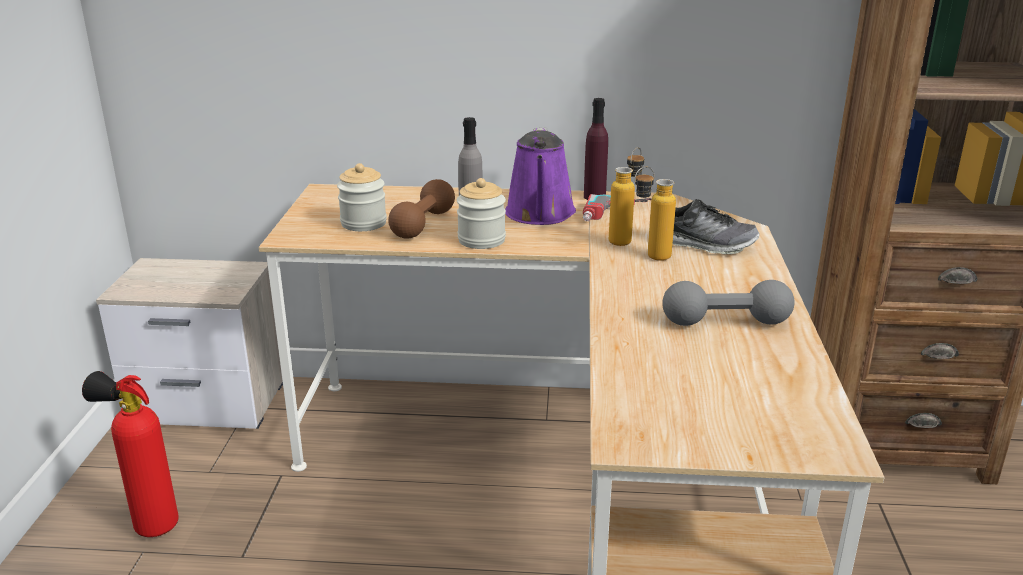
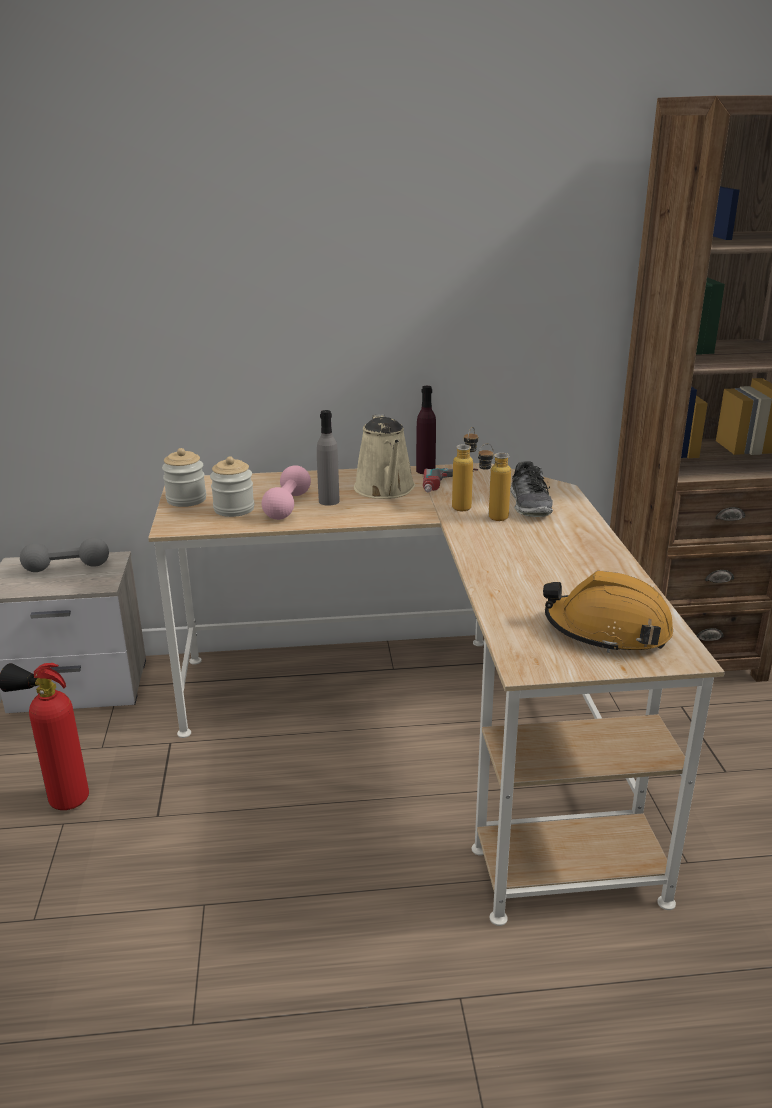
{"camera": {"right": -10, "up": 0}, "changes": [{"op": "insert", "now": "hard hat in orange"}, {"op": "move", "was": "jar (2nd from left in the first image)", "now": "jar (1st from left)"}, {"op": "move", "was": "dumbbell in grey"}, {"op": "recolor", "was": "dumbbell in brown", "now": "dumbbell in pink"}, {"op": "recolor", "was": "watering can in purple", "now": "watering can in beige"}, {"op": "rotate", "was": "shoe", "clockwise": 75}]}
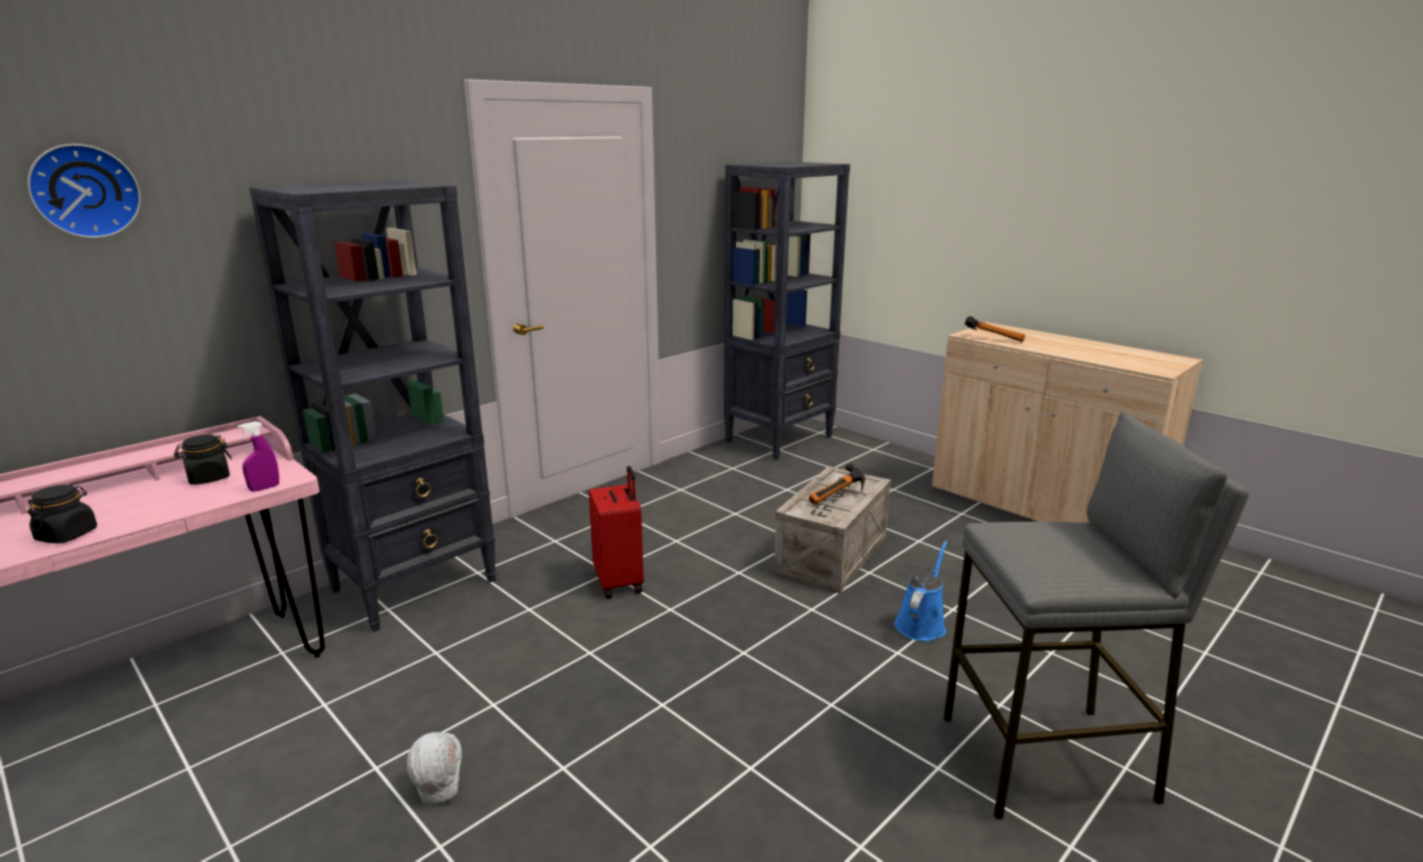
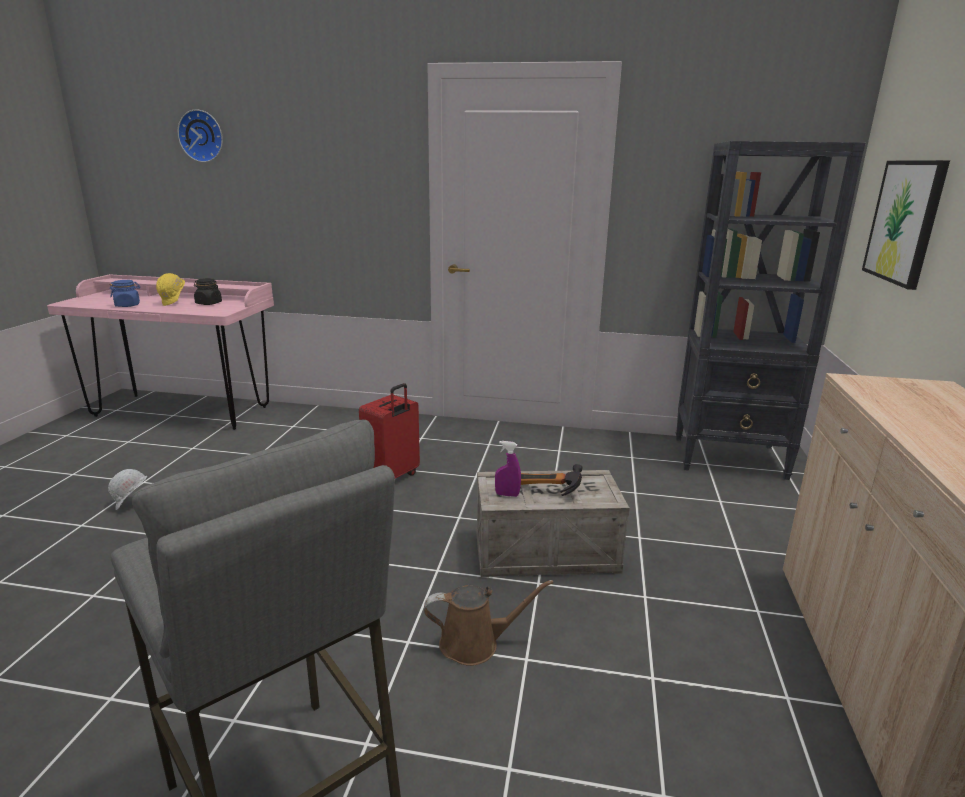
{"camera": {"right": 55, "up": 0}, "changes": [{"op": "delete", "was": "bookcase in black (1st from left)"}, {"op": "delete", "was": "hammer (2nd from left)"}, {"op": "insert", "now": "hard hat in yellow"}, {"op": "insert", "now": "picture"}, {"op": "move", "was": "spray bottle in purple"}, {"op": "recolor", "was": "jar in black (1st from left)", "now": "jar in blue"}, {"op": "recolor", "was": "watering can in blue", "now": "watering can in brown"}]}
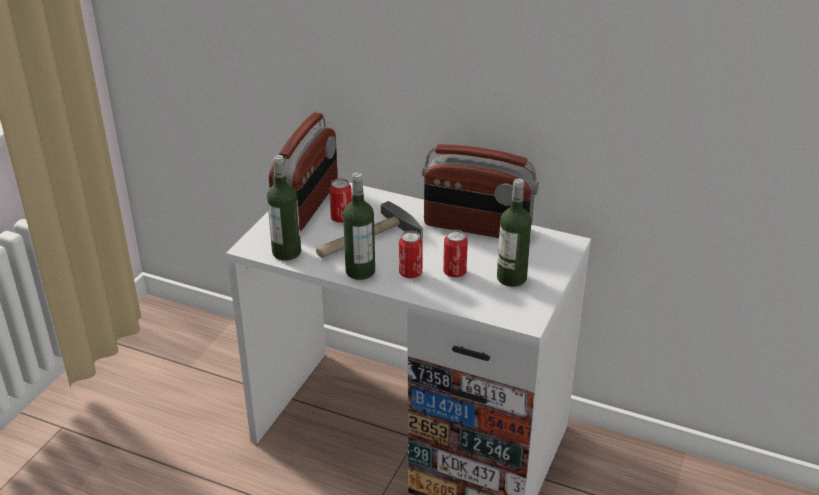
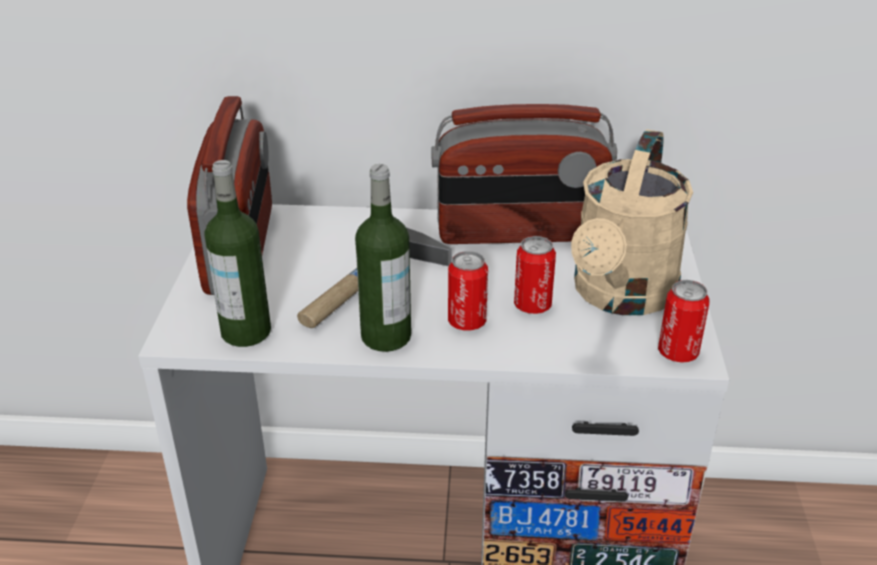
{"camera": {"right": -20, "up": 0}, "changes": [{"op": "move", "was": "can (1st from left in the first image)", "now": "can (3rd from left)"}, {"op": "replace", "was": "bottle (3rd from left)", "now": "watering can in beige"}]}
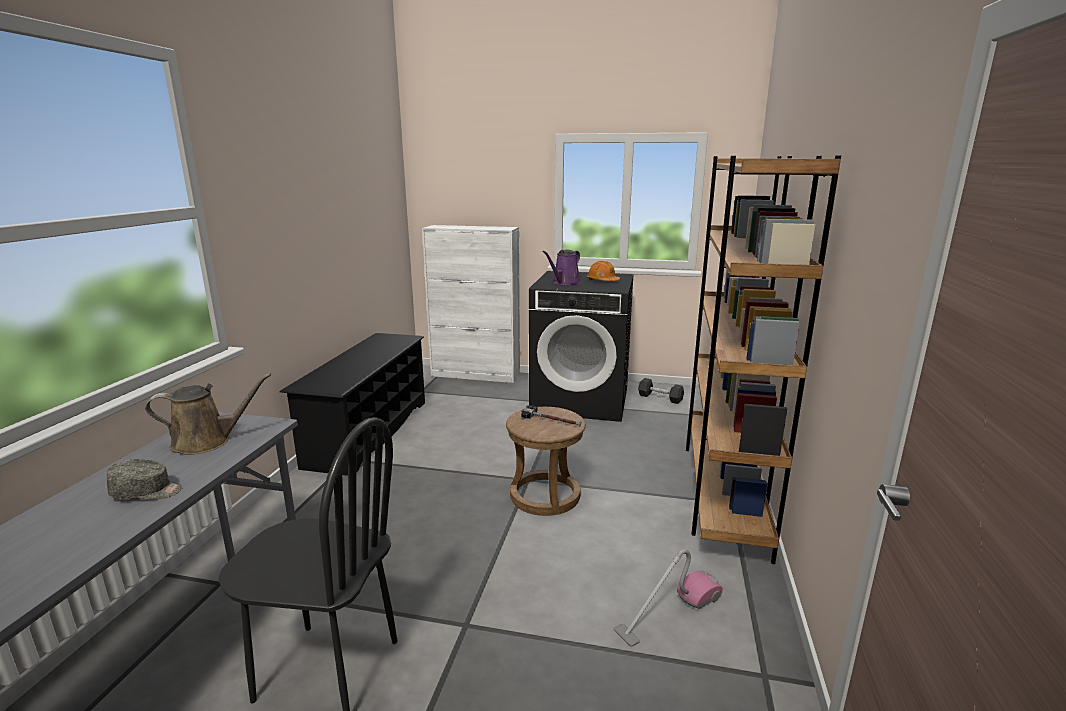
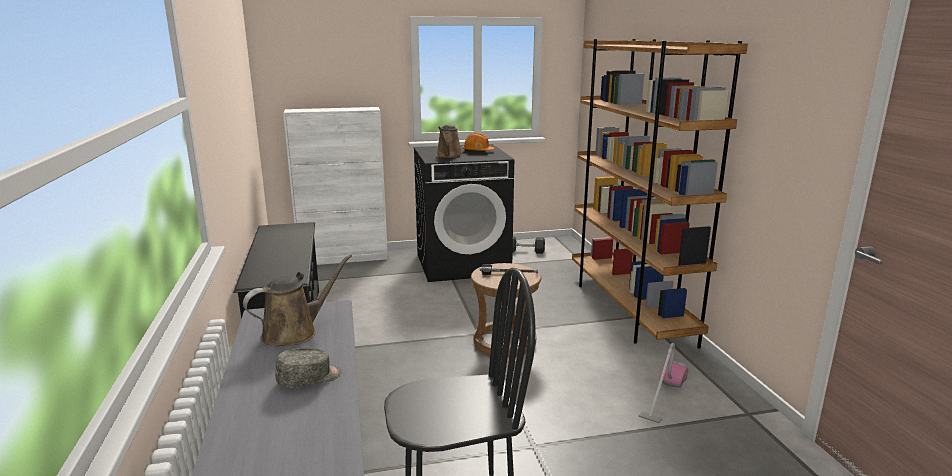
{"camera": {"right": -25, "up": 0}, "changes": [{"op": "recolor", "was": "watering can in purple", "now": "watering can in brown (2nd from left)"}]}
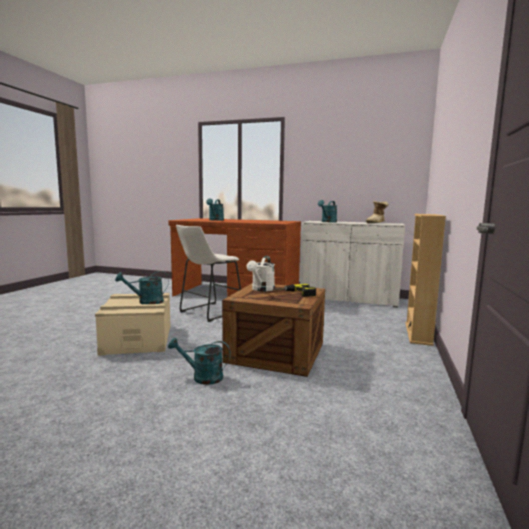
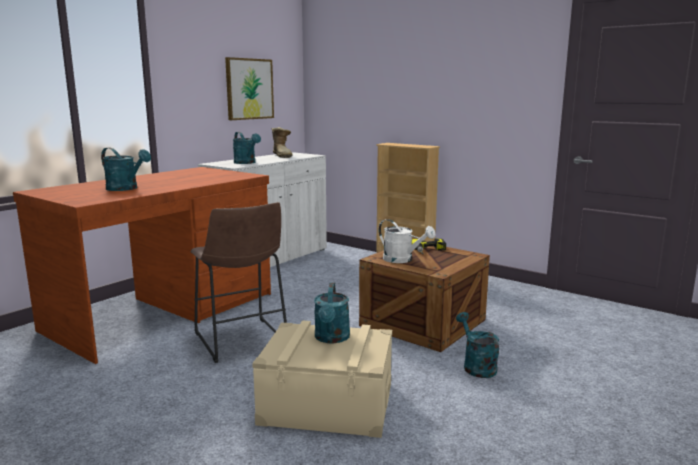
{"camera": {"right": -70, "up": 5}, "changes": [{"op": "insert", "now": "picture"}, {"op": "recolor", "was": "stool in white", "now": "stool in brown"}, {"op": "rotate", "was": "watering can in turquoise (2nd from left in the first image)", "clockwise": 135}]}
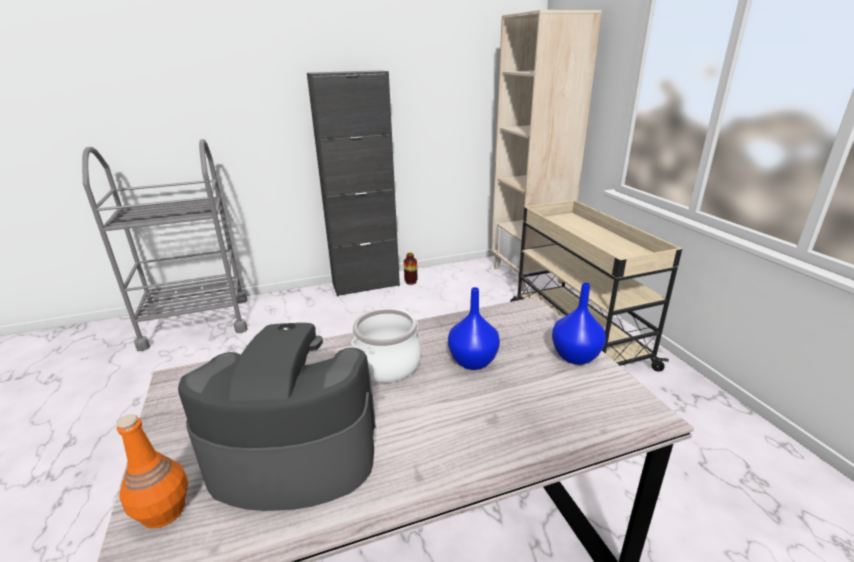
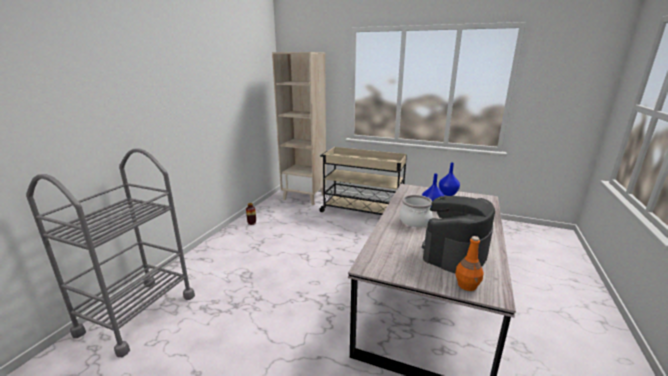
{"camera": {"right": -50, "up": -5}, "changes": [{"op": "delete", "was": "cabinet in black"}]}
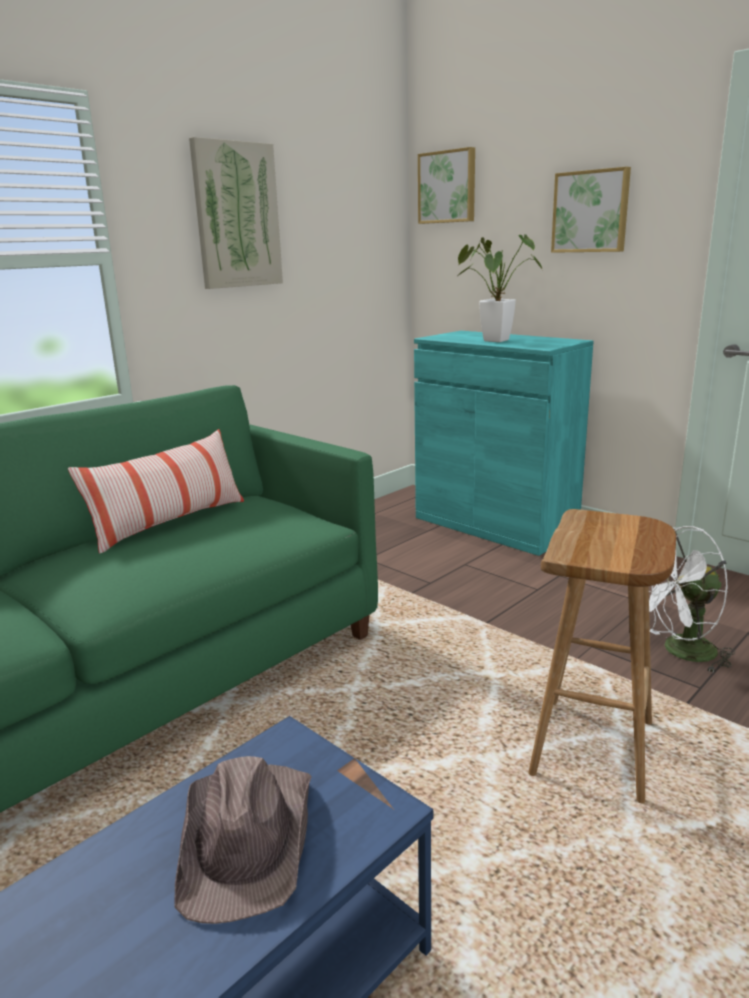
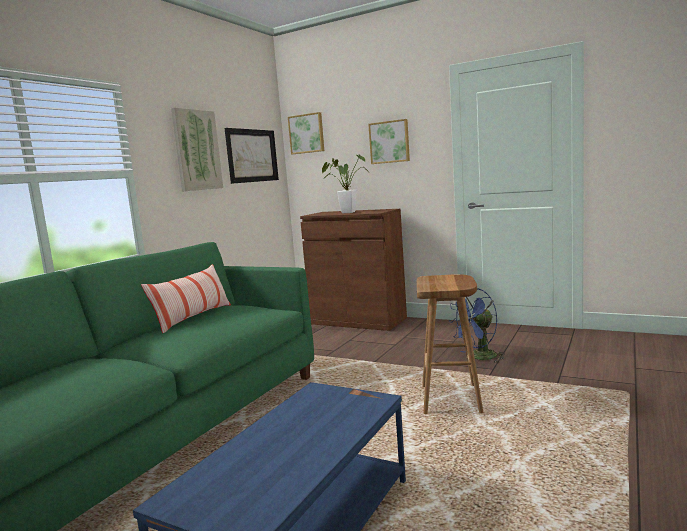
{"camera": {"right": -15, "up": -10}, "changes": [{"op": "delete", "was": "hat in brown"}, {"op": "insert", "now": "picture (2nd from left)"}, {"op": "recolor", "was": "cabinet in turquoise", "now": "cabinet in brown"}, {"op": "recolor", "was": "fan in white", "now": "fan in blue"}]}
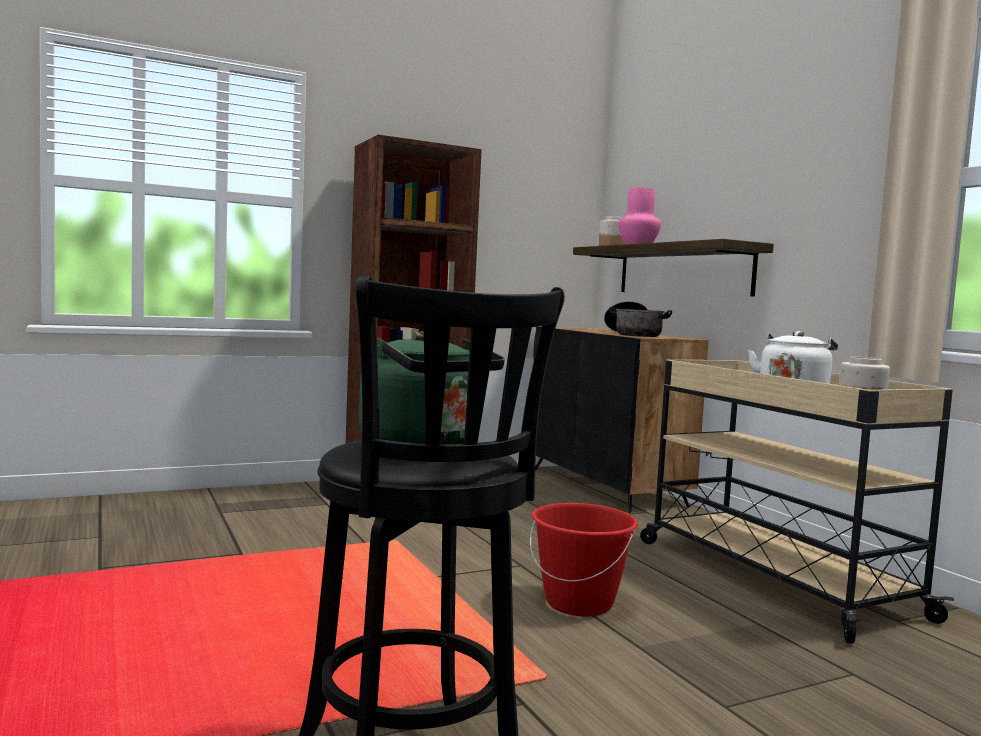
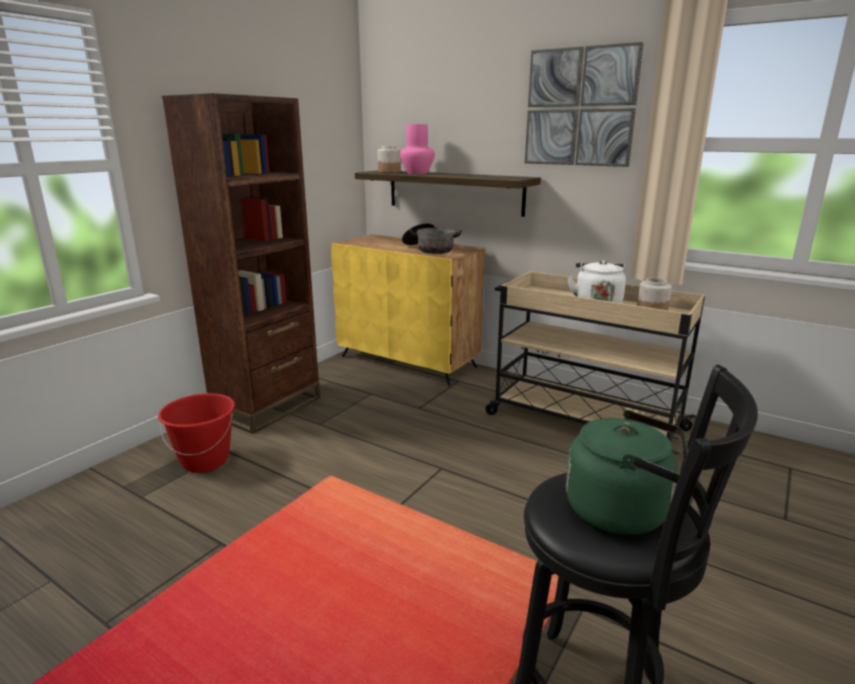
{"camera": {"right": -30, "up": 15}, "changes": [{"op": "insert", "now": "picture"}, {"op": "move", "was": "bucket in red"}, {"op": "recolor", "was": "cabinet in black", "now": "cabinet in yellow"}]}
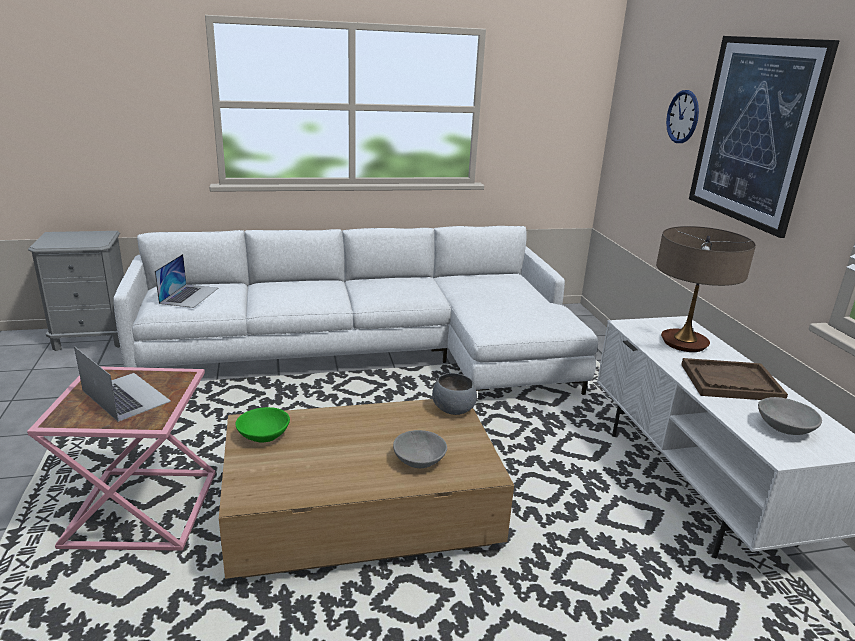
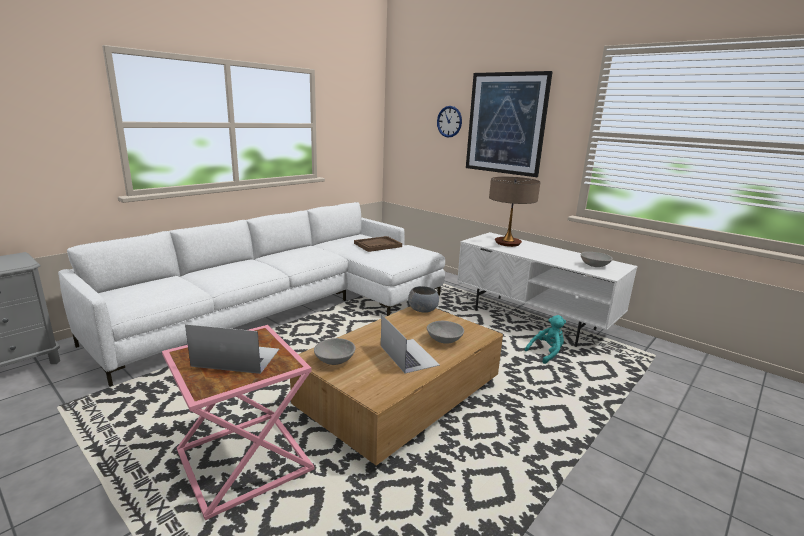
{"camera": {"right": -35, "up": -5}, "changes": [{"op": "insert", "now": "plush toy in turquoise"}, {"op": "move", "was": "laptop (2nd from left)"}, {"op": "move", "was": "tray in brown"}, {"op": "recolor", "was": "bowl in green", "now": "bowl in grey (1st from left)"}]}
